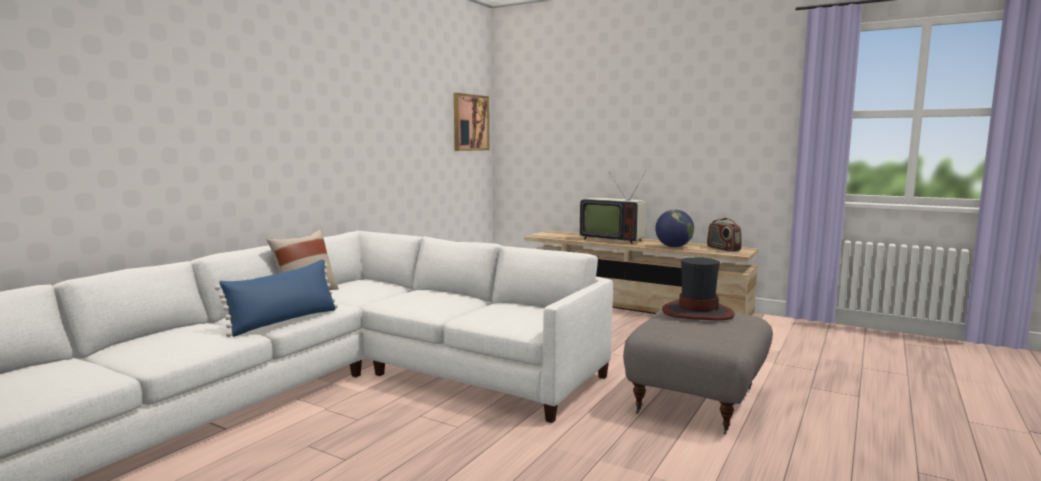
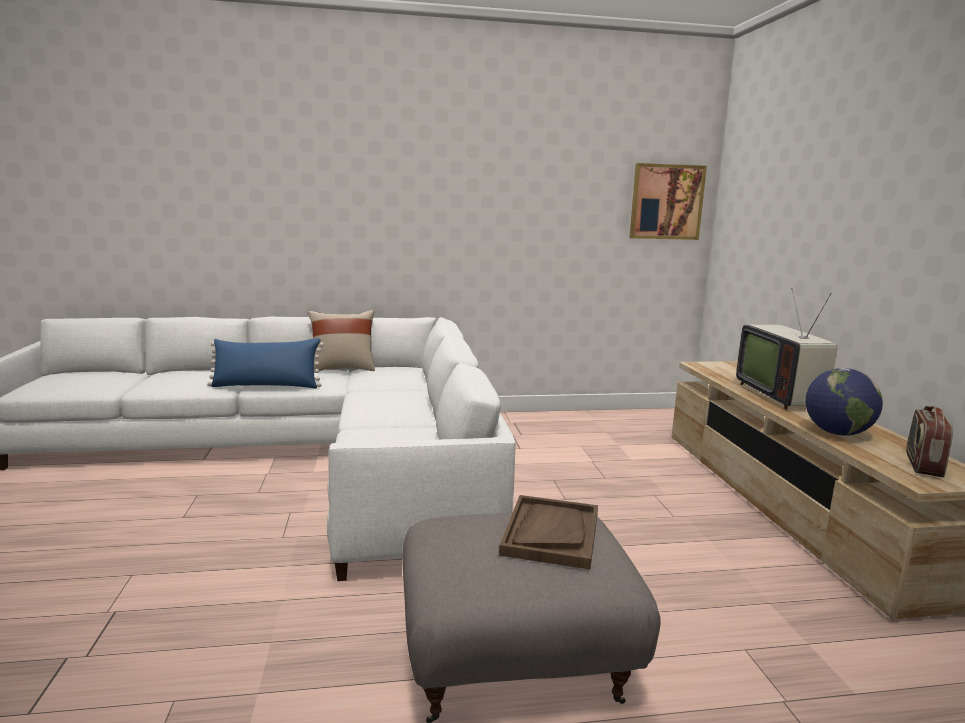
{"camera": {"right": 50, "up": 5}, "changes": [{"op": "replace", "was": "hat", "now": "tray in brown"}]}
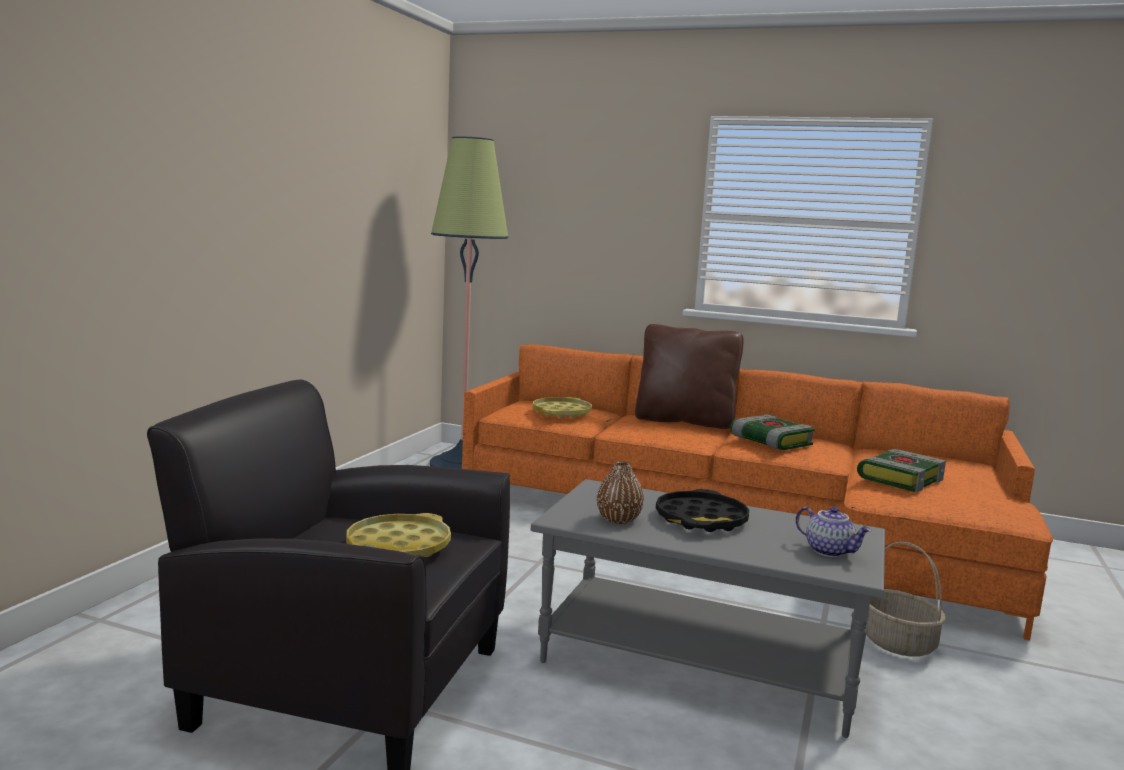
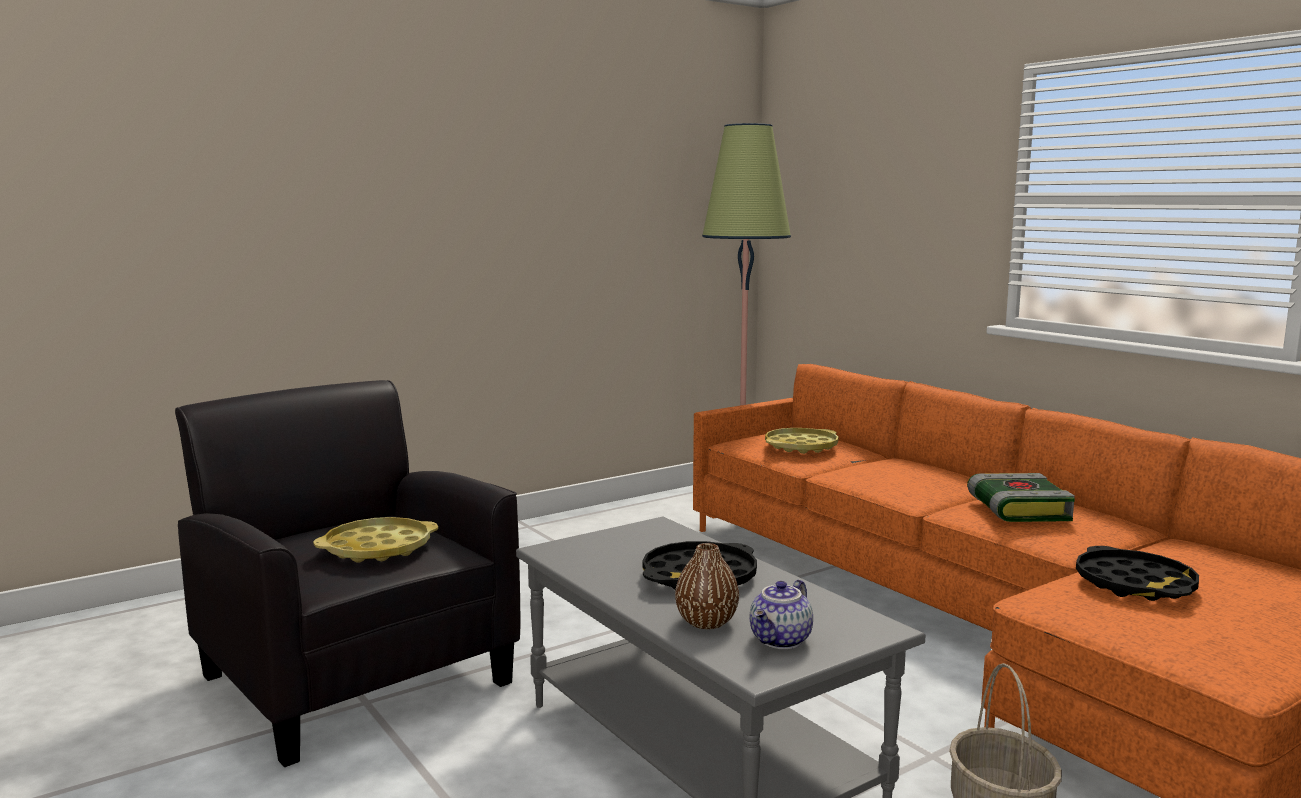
{"camera": {"right": 35, "up": 0}, "changes": [{"op": "delete", "was": "pillow in brown"}, {"op": "move", "was": "vase in brown"}, {"op": "replace", "was": "book (2nd from left)", "now": "tray in black (2nd from left)"}, {"op": "rotate", "was": "teapot", "clockwise": 45}]}
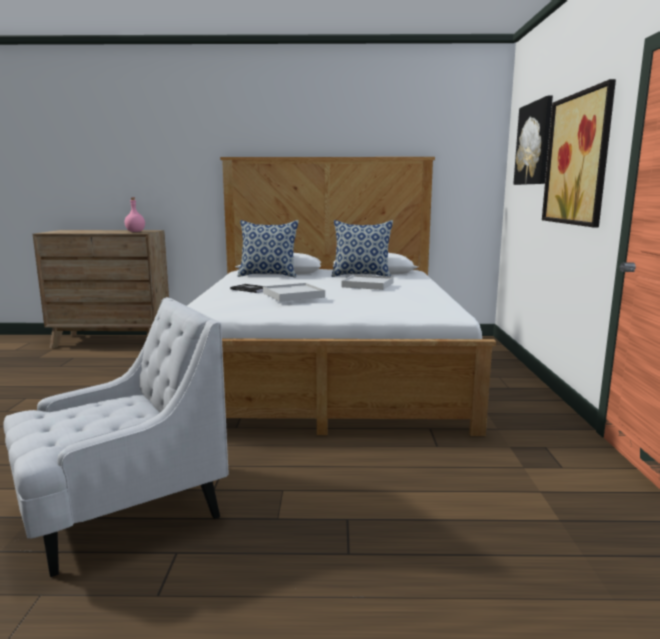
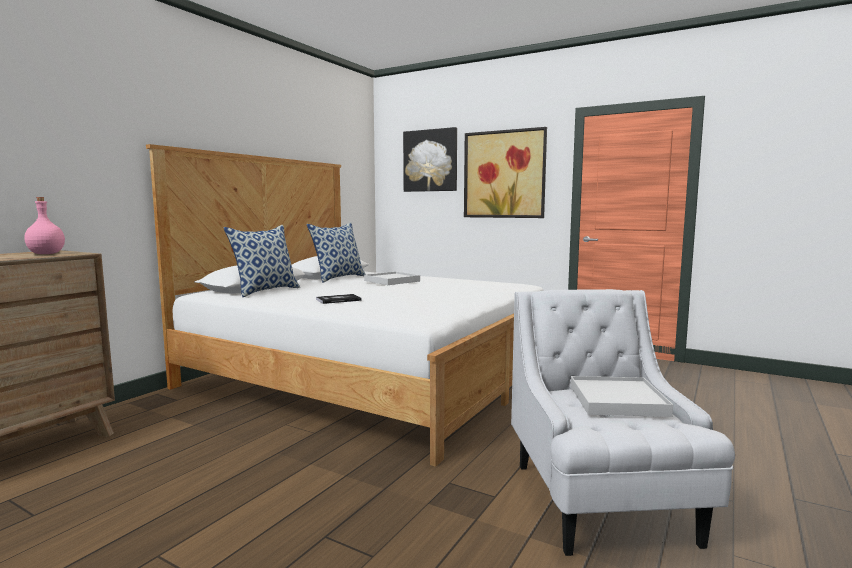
{"camera": {"right": -60, "up": -5}, "changes": [{"op": "move", "was": "tray in white (1st from left in the first image)", "now": "tray in white (2nd from left)"}]}
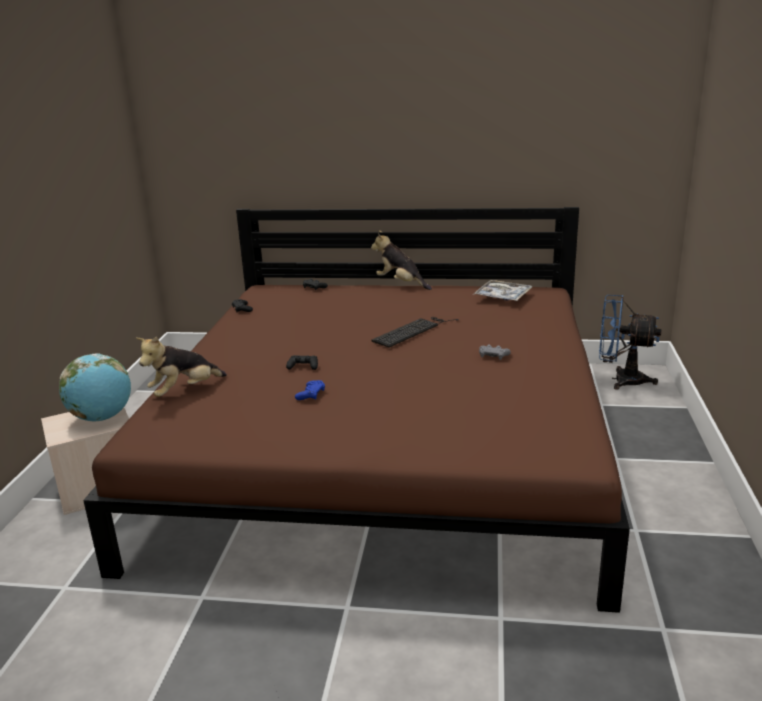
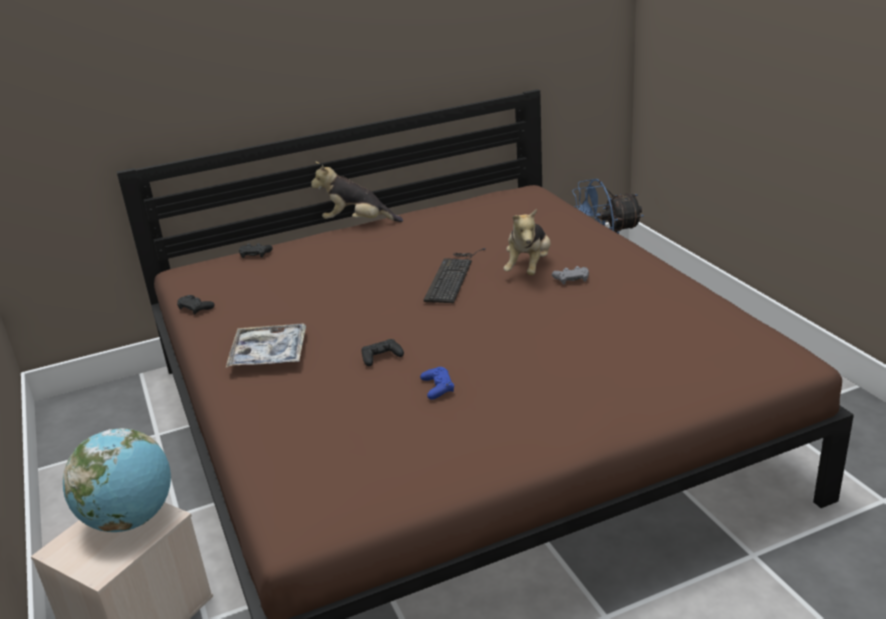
{"camera": {"right": -30, "up": 5}, "changes": [{"op": "move", "was": "plush toy (1st from left in the first image)", "now": "plush toy (2nd from left)"}, {"op": "move", "was": "tray"}]}
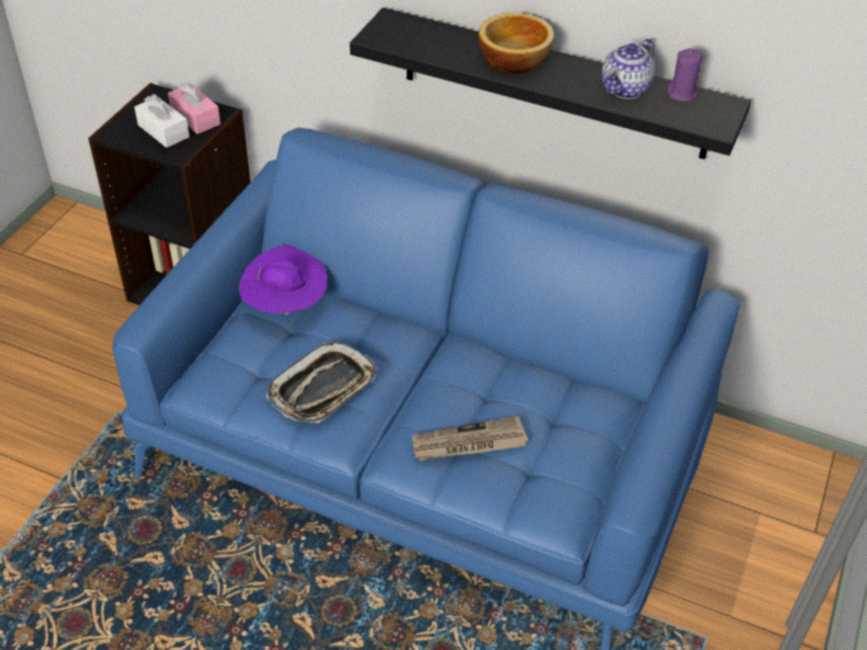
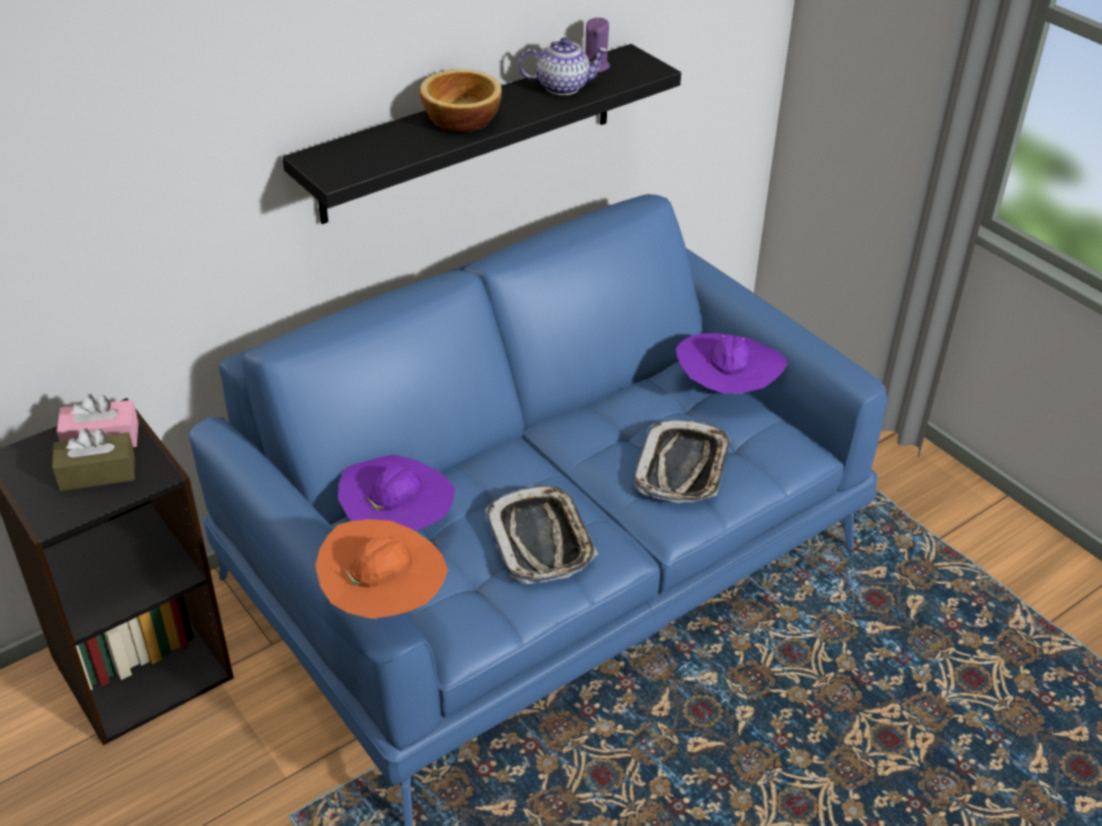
{"camera": {"right": -60, "up": -5}, "changes": [{"op": "insert", "now": "hat in orange"}, {"op": "insert", "now": "hat in purple (2nd from left)"}, {"op": "replace", "was": "newspaper", "now": "tray (2nd from left)"}, {"op": "recolor", "was": "tissue box in white", "now": "tissue box in brown"}, {"op": "rotate", "was": "teapot", "clockwise": -75}]}
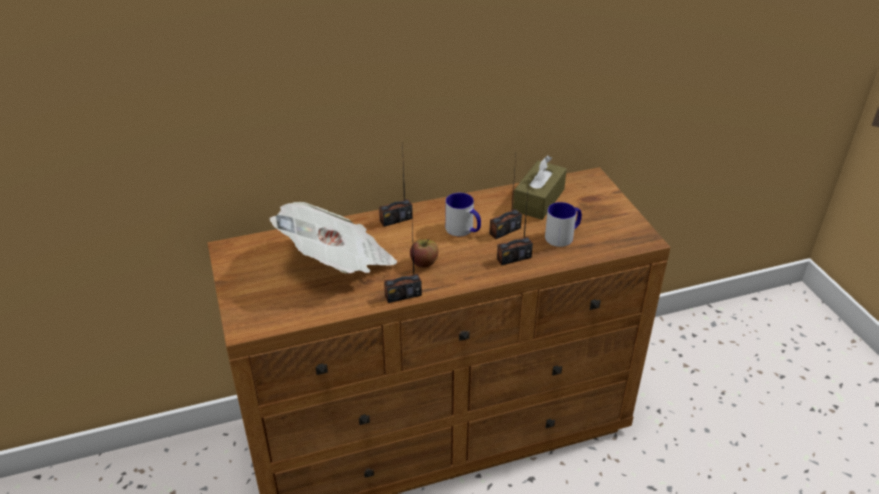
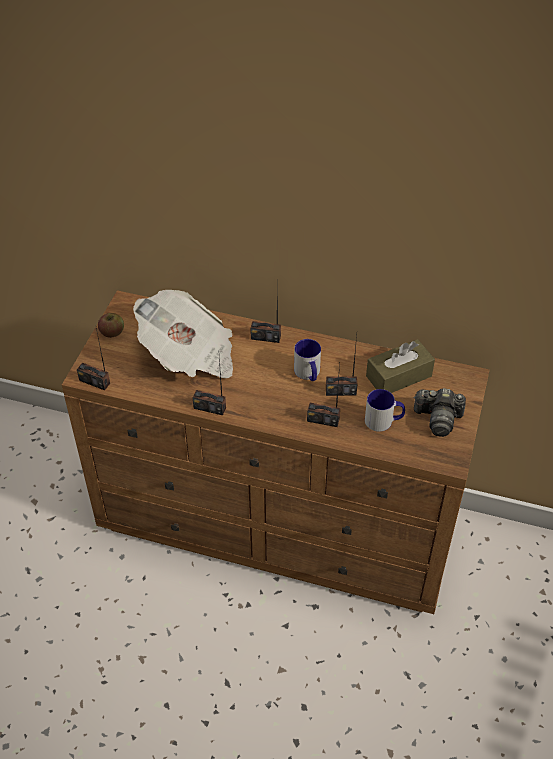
{"camera": {"right": 35, "up": 10}, "changes": [{"op": "insert", "now": "radio (1st from left)"}, {"op": "insert", "now": "photo camera"}, {"op": "move", "was": "apple"}]}
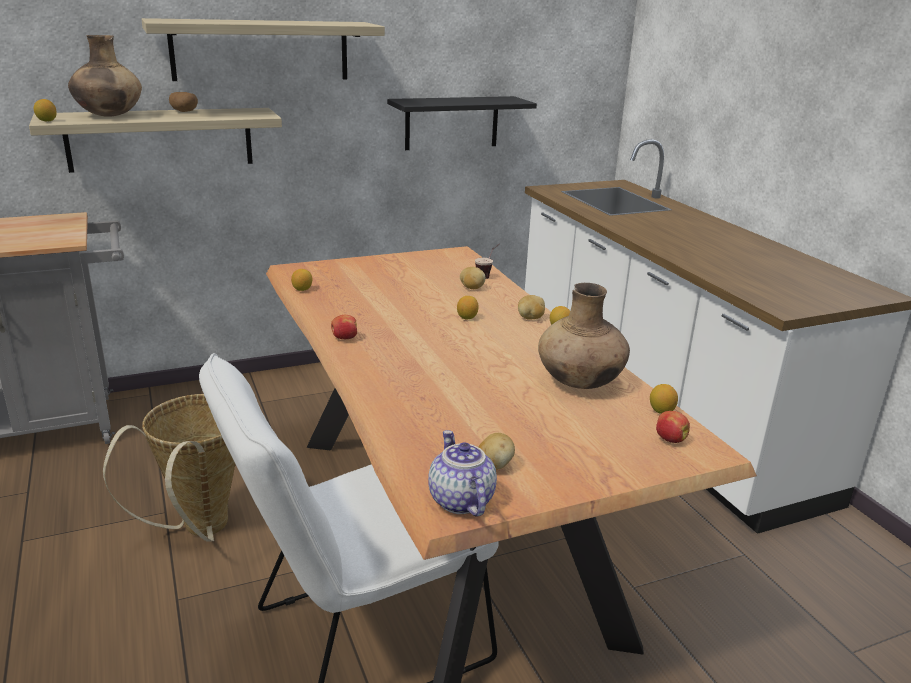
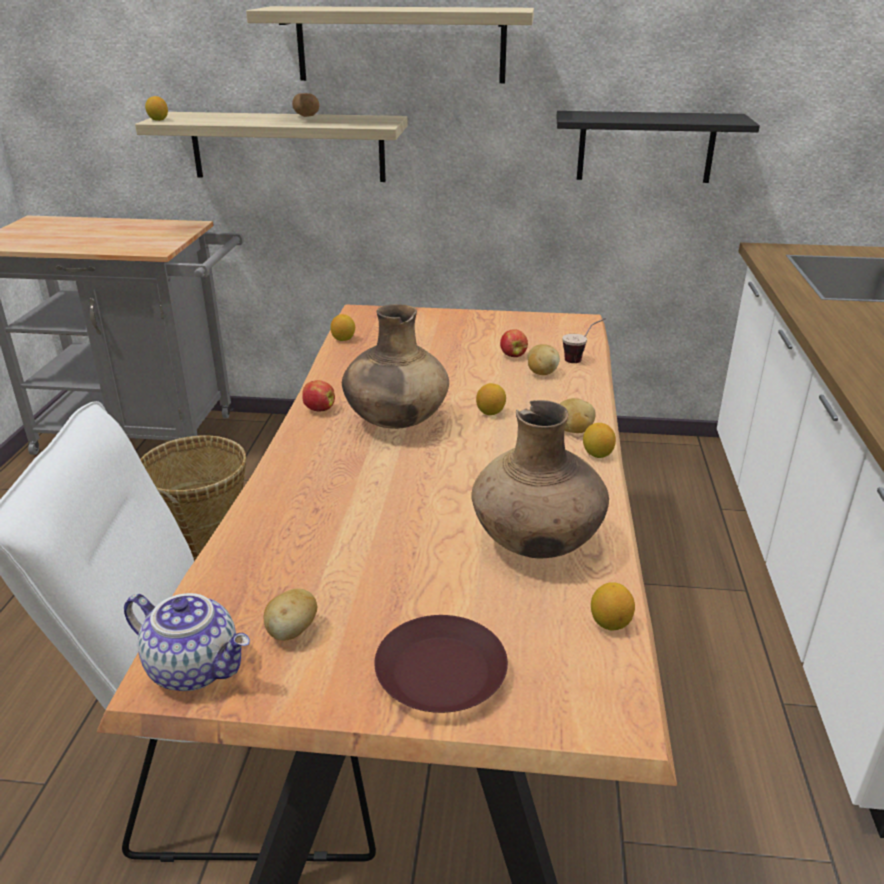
{"camera": {"right": 30, "up": 5}, "changes": [{"op": "insert", "now": "plate in brown"}, {"op": "move", "was": "vase in brown (1st from left)"}, {"op": "move", "was": "apple (2nd from left)"}, {"op": "rotate", "was": "teapot", "clockwise": 105}]}
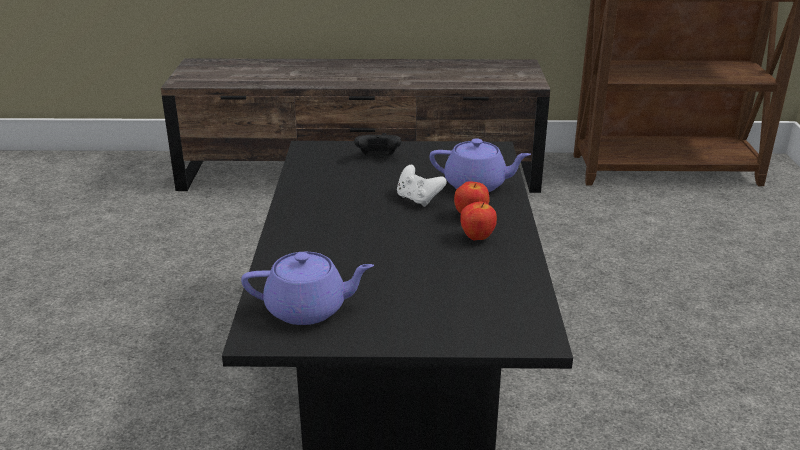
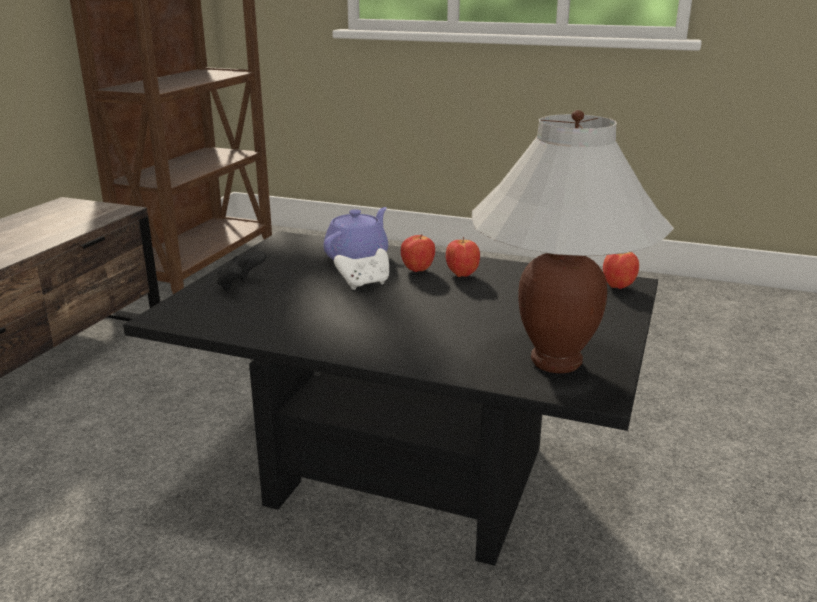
{"camera": {"right": -70, "up": -5}, "changes": [{"op": "insert", "now": "apple (3rd from left)"}, {"op": "replace", "was": "teapot in purple (1st from left)", "now": "table lamp in white"}]}
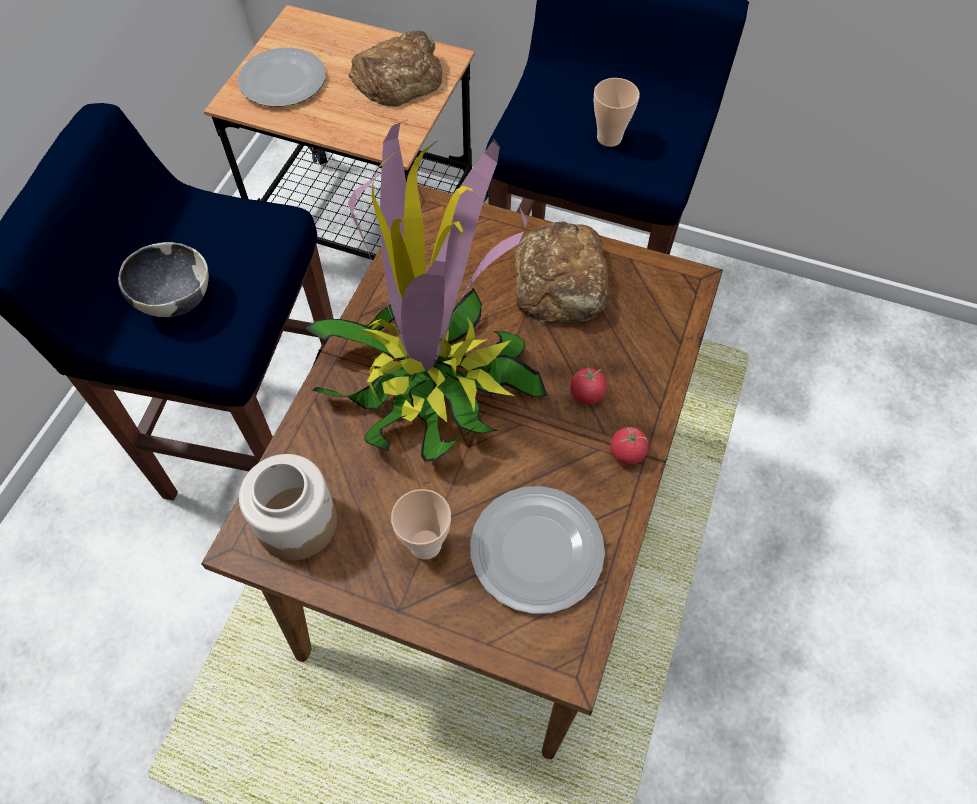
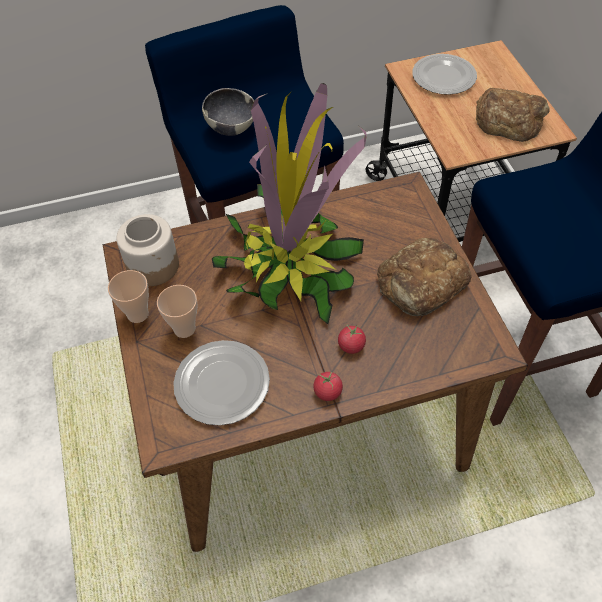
{"camera": {"right": 55, "up": -5}, "changes": [{"op": "move", "was": "cup (2nd from left in the first image)", "now": "cup (1st from left)"}]}
